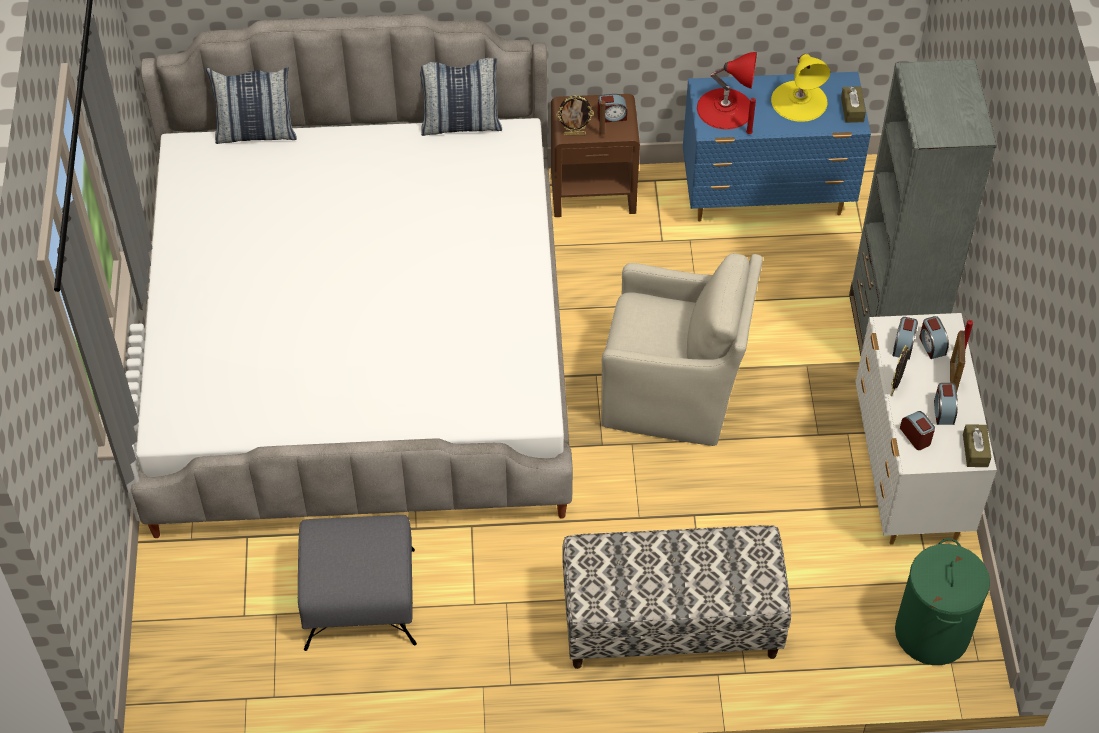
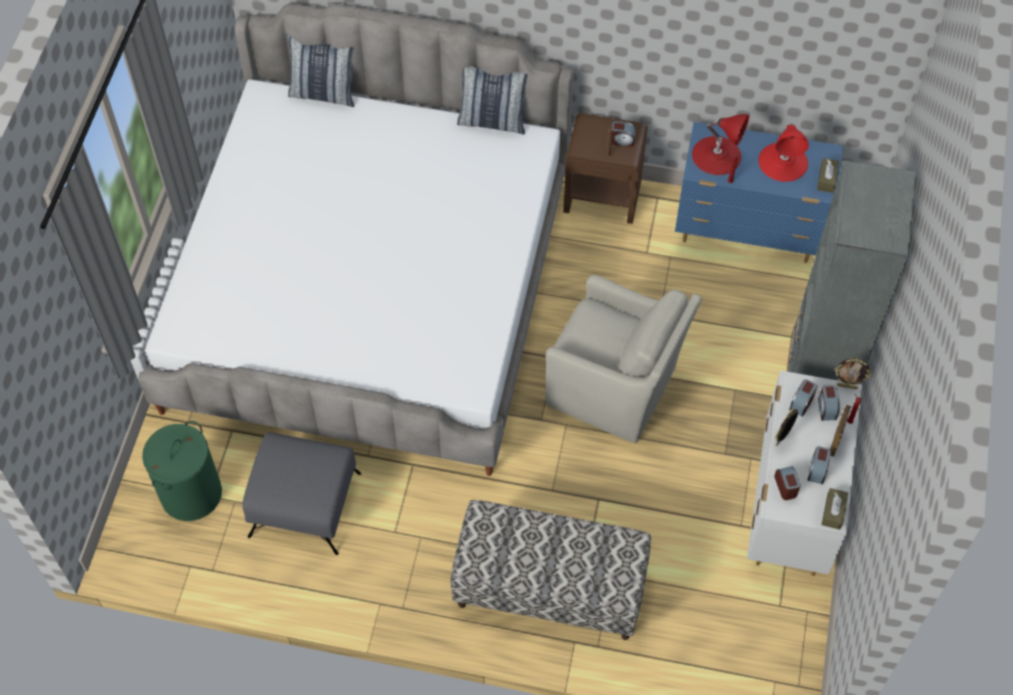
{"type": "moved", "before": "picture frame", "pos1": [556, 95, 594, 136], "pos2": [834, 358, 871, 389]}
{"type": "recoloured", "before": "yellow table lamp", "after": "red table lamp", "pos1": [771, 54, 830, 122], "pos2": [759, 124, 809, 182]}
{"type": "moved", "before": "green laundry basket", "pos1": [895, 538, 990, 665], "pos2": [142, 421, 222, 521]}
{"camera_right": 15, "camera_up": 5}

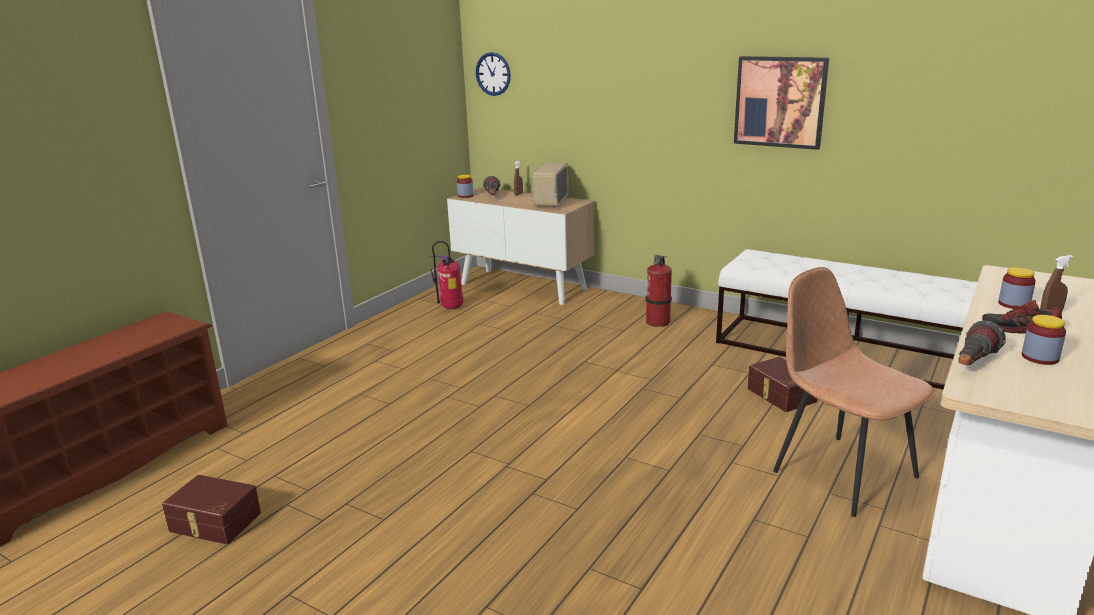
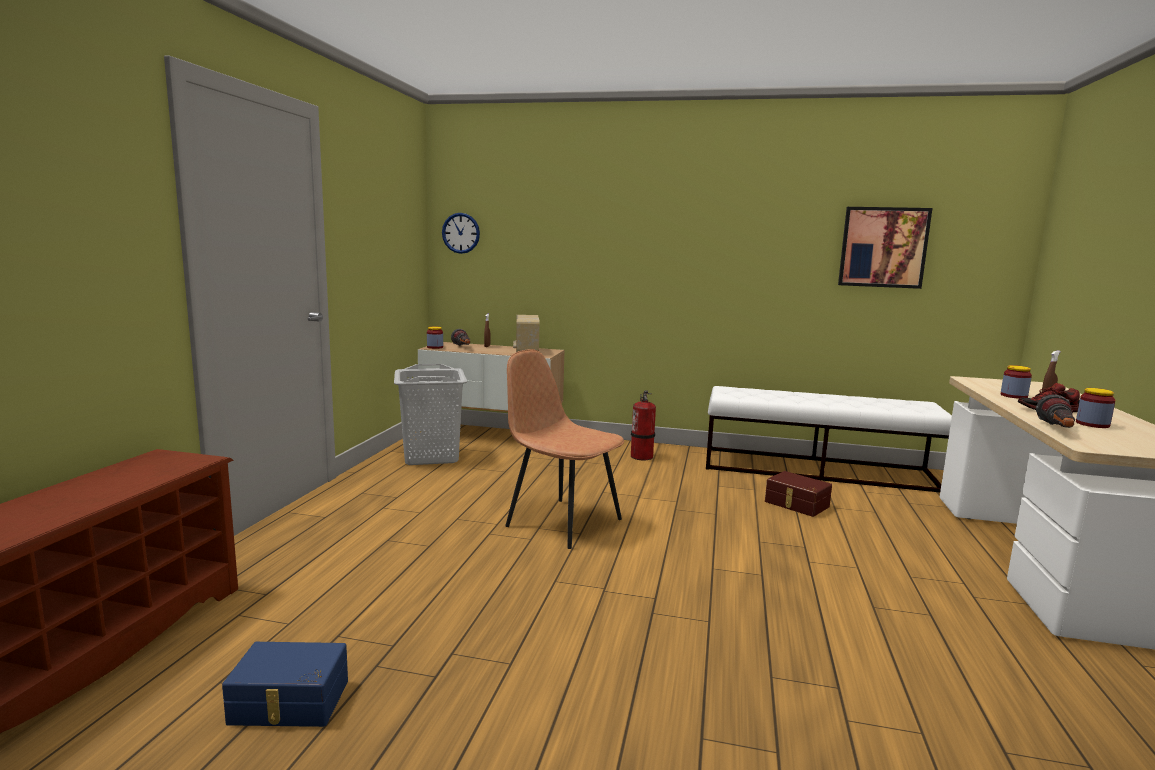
{"type": "recoloured", "before": "brown storage box", "after": "blue storage box", "pos1": [162, 475, 261, 544], "pos2": [222, 642, 348, 727]}
{"type": "replaced", "before": "fire extinguisher", "after": "grey laundry basket", "pos1": [430, 241, 463, 309], "pos2": [394, 364, 467, 465]}
{"type": "moved", "before": "picture", "pos1": [734, 56, 829, 150], "pos2": [838, 207, 932, 289]}
{"type": "moved", "before": "brown chair", "pos1": [773, 267, 934, 517], "pos2": [505, 349, 624, 549]}
{"camera_right": -20, "camera_up": -10}

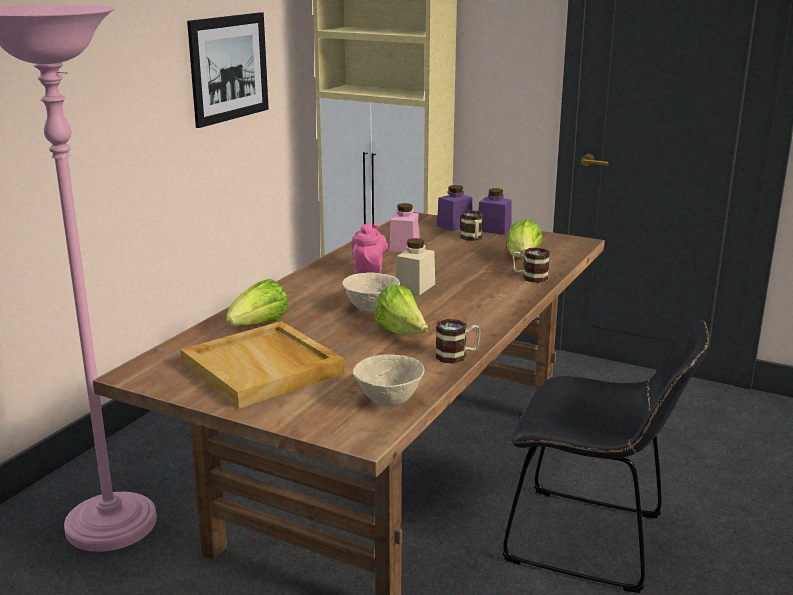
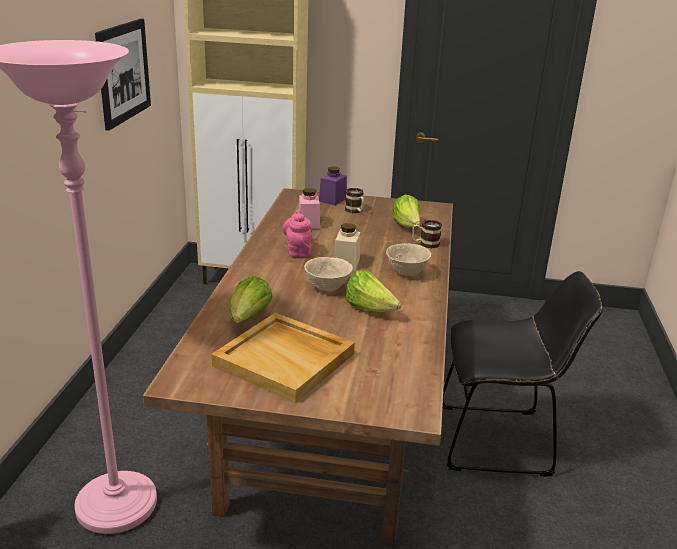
{"type": "moved", "before": "beige bowl", "pos1": [353, 354, 425, 406], "pos2": [386, 243, 431, 276]}
{"type": "removed", "before": "mug", "pos1": [436, 319, 480, 364]}
{"type": "removed", "before": "purple jar", "pos1": [478, 188, 512, 235]}
{"camera_right": -20, "camera_up": 5}

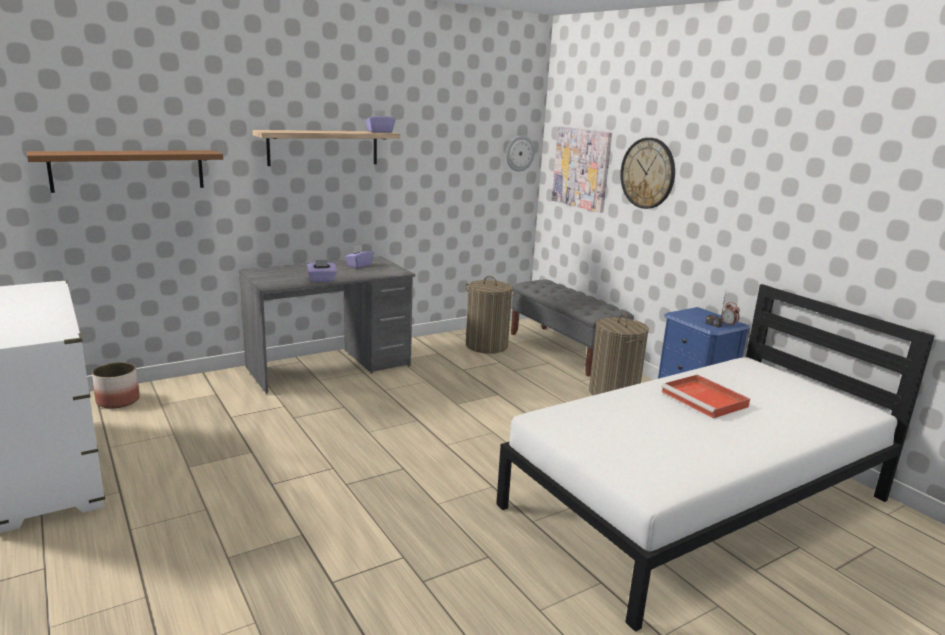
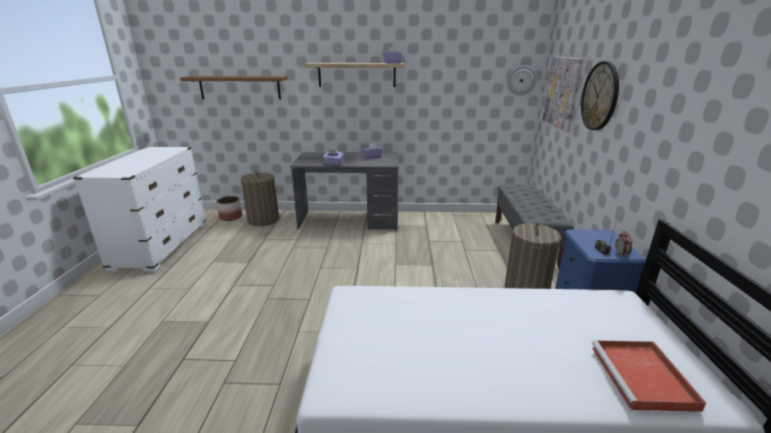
{"type": "moved", "before": "laundry basket", "pos1": [465, 276, 517, 354], "pos2": [241, 170, 279, 226]}
{"type": "moved", "before": "red tray", "pos1": [661, 375, 750, 418], "pos2": [592, 340, 706, 412]}
{"camera_right": 35, "camera_up": 5}

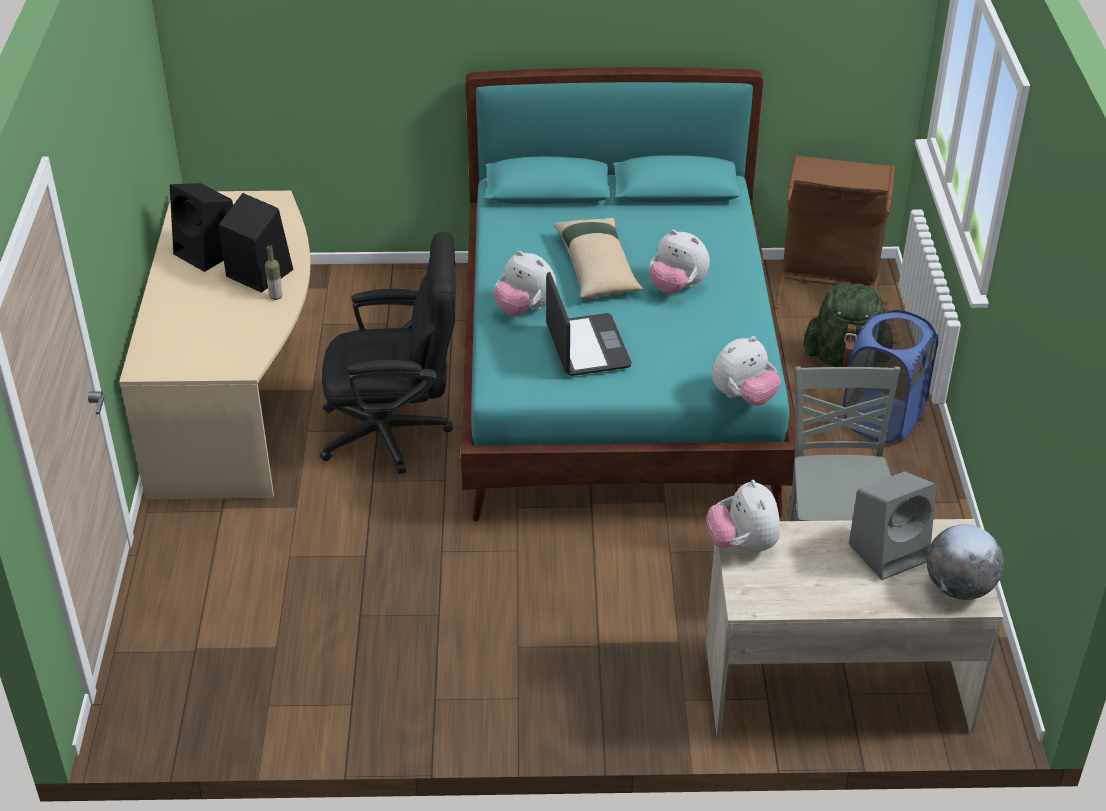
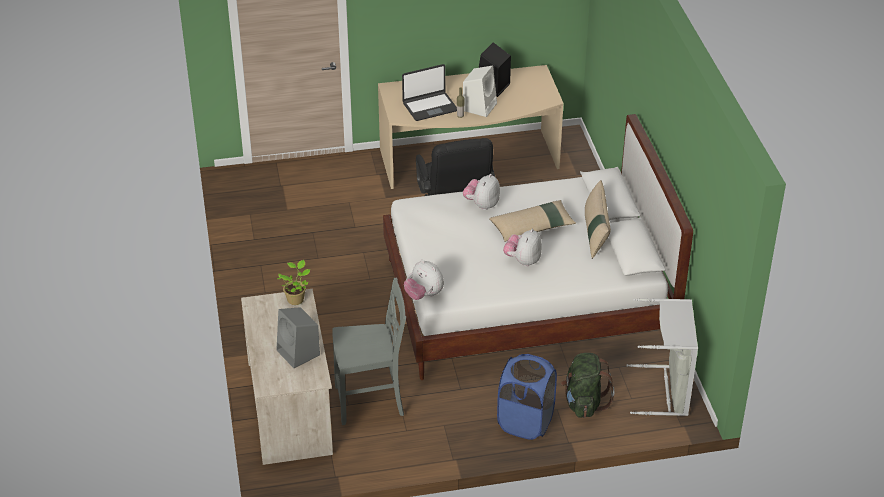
{"type": "recoloured", "before": "black speaker", "after": "white speaker", "pos1": [218, 193, 293, 293], "pos2": [463, 65, 497, 117]}
{"type": "recoloured", "before": "turquoise bed", "after": "white bed", "pos1": [461, 67, 795, 521], "pos2": [383, 114, 693, 380]}
{"type": "moved", "before": "laptop", "pos1": [546, 272, 632, 376], "pos2": [402, 64, 457, 121]}
{"type": "replaced", "before": "plush toy", "after": "potted plant", "pos1": [706, 480, 780, 553], "pos2": [277, 260, 310, 305]}
{"type": "recoloured", "before": "brown laundry basket", "after": "grey laundry basket", "pos1": [775, 155, 895, 309], "pos2": [626, 298, 698, 416]}
{"type": "removed", "before": "globe", "pos1": [927, 525, 1004, 600]}
{"type": "added", "after": "beige pillow", "pos2": [585, 180, 611, 259]}
{"camera_right": 80, "camera_up": 0}

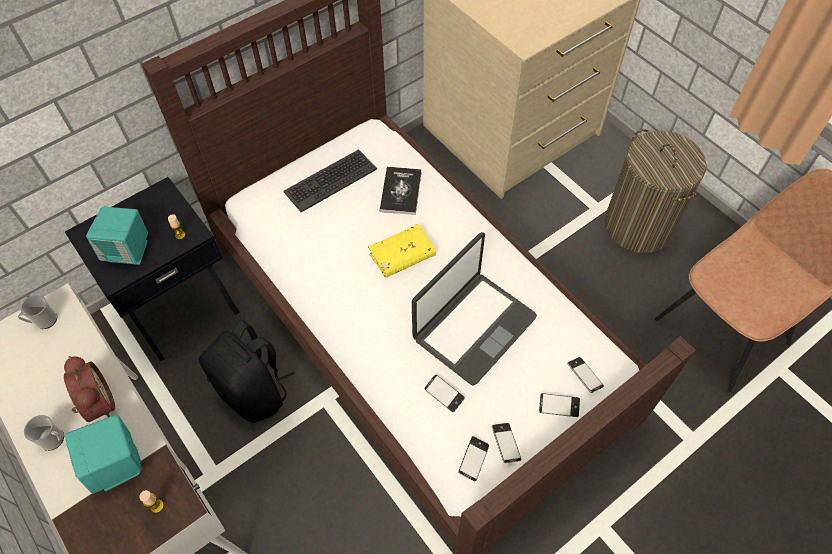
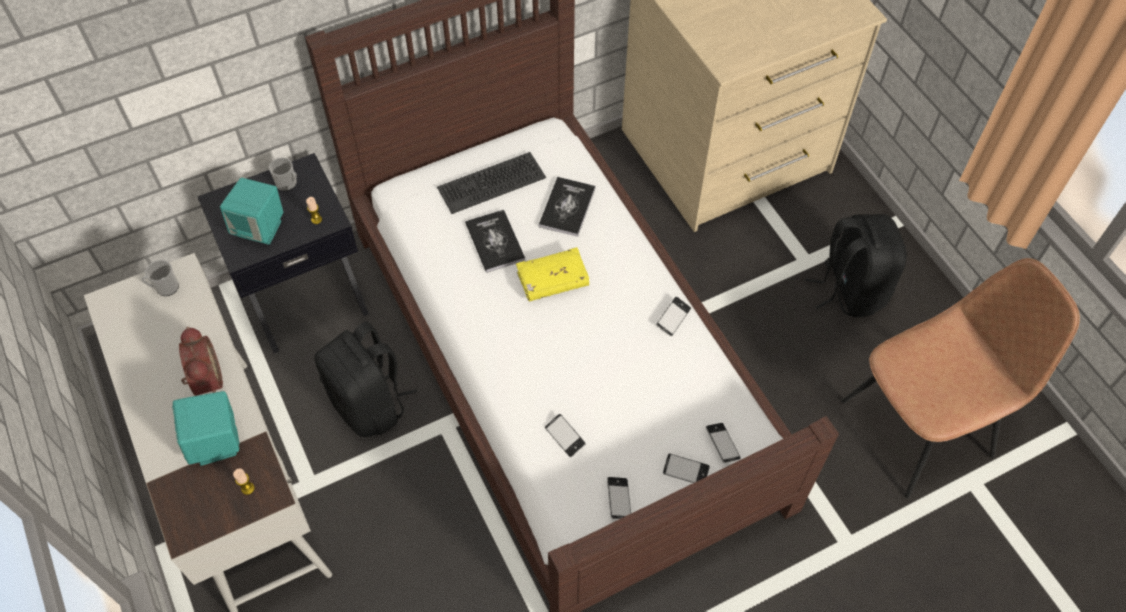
{"type": "moved", "before": "mug", "pos1": [24, 415, 64, 451], "pos2": [269, 158, 297, 191]}
{"type": "removed", "before": "laptop", "pos1": [412, 232, 537, 386]}
{"type": "moved", "before": "phone", "pos1": [458, 436, 489, 481], "pos2": [656, 297, 691, 336]}
{"type": "replaced", "before": "laundry basket", "after": "black backpack", "pos1": [605, 129, 707, 253], "pos2": [806, 214, 907, 318]}
{"type": "added", "after": "book", "pos2": [465, 210, 525, 273]}
{"camera_right": 10, "camera_up": 0}

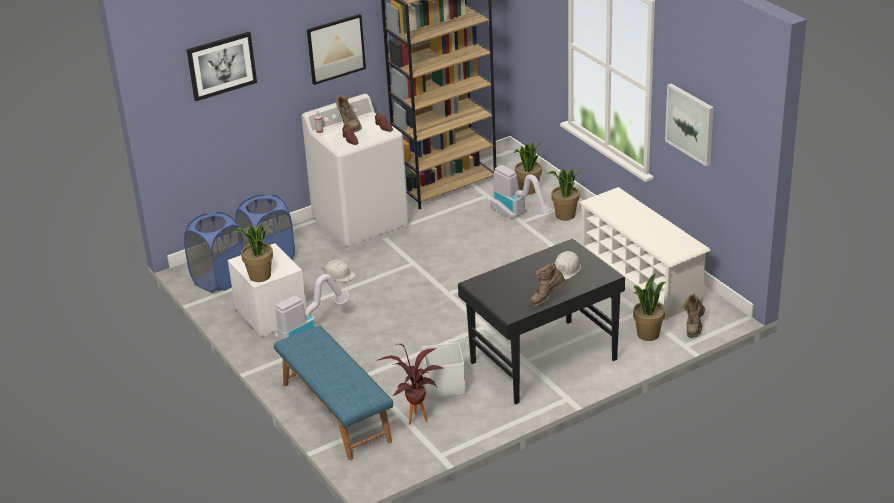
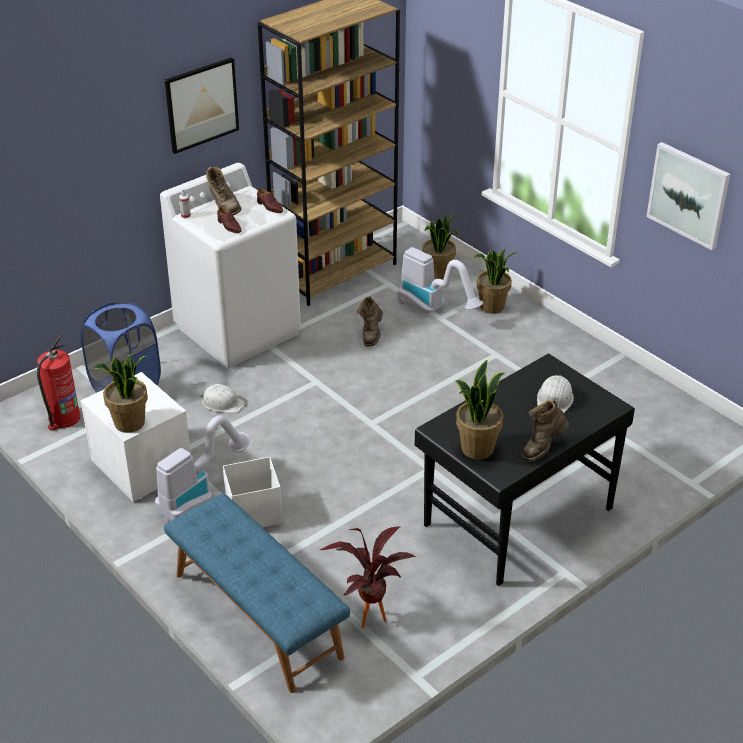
{"type": "replaced", "before": "blue laundry basket", "after": "fire extinguisher", "pos1": [184, 212, 244, 292], "pos2": [37, 335, 81, 431]}
{"type": "removed", "before": "picture", "pos1": [187, 32, 257, 101]}
{"type": "moved", "before": "white storage box", "pos1": [422, 342, 466, 399], "pos2": [223, 457, 282, 528]}
{"type": "removed", "before": "white shoe rack", "pos1": [579, 187, 711, 321]}
{"type": "moved", "before": "potted plant", "pos1": [633, 273, 666, 341], "pos2": [455, 360, 504, 459]}
{"type": "moved", "before": "brown boot", "pos1": [682, 294, 705, 338], "pos2": [357, 296, 383, 347]}
{"camera_right": -10, "camera_up": 5}

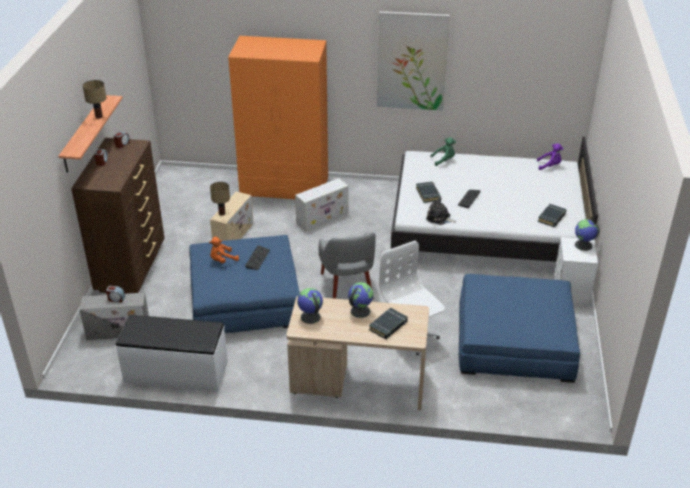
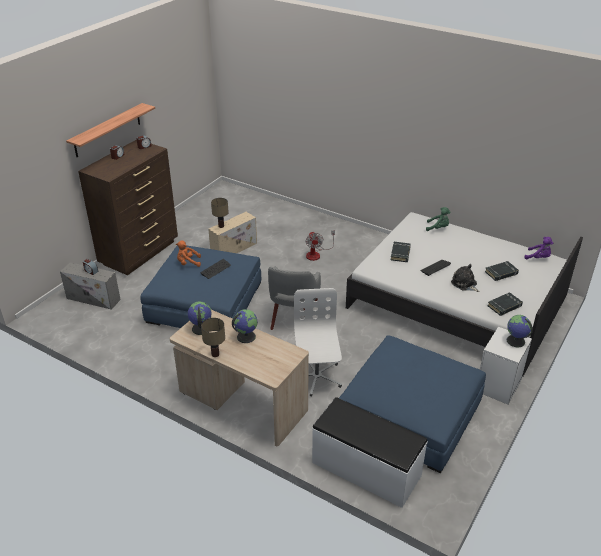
{"type": "moved", "before": "table lamp", "pos1": [83, 80, 106, 119], "pos2": [201, 318, 225, 357]}
{"type": "moved", "before": "white bench", "pos1": [116, 315, 228, 392], "pos2": [312, 397, 428, 508]}
{"type": "removed", "before": "orange wardrobe", "pos1": [228, 36, 328, 199]}
{"type": "replaced", "before": "white storage box", "after": "fan", "pos1": [295, 178, 349, 232], "pos2": [306, 230, 335, 261]}
{"type": "moved", "before": "black book", "pos1": [369, 308, 408, 339], "pos2": [485, 261, 519, 281]}
{"type": "removed", "before": "picture", "pos1": [377, 11, 450, 111]}
{"type": "moved", "before": "plush toy", "pos1": [426, 197, 457, 225], "pos2": [451, 264, 480, 292]}
{"camera_right": 25, "camera_up": 0}

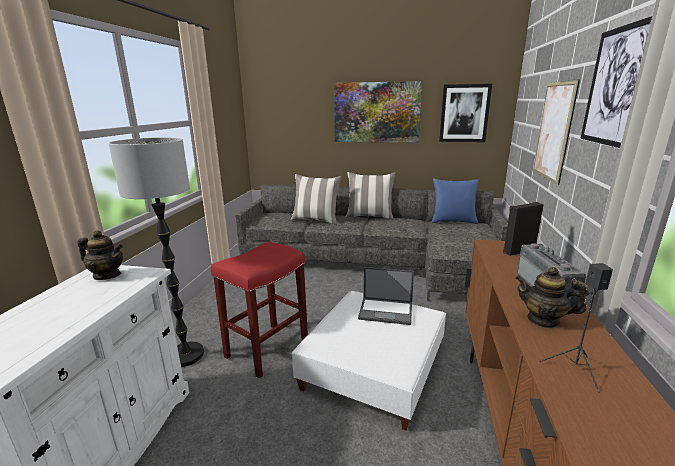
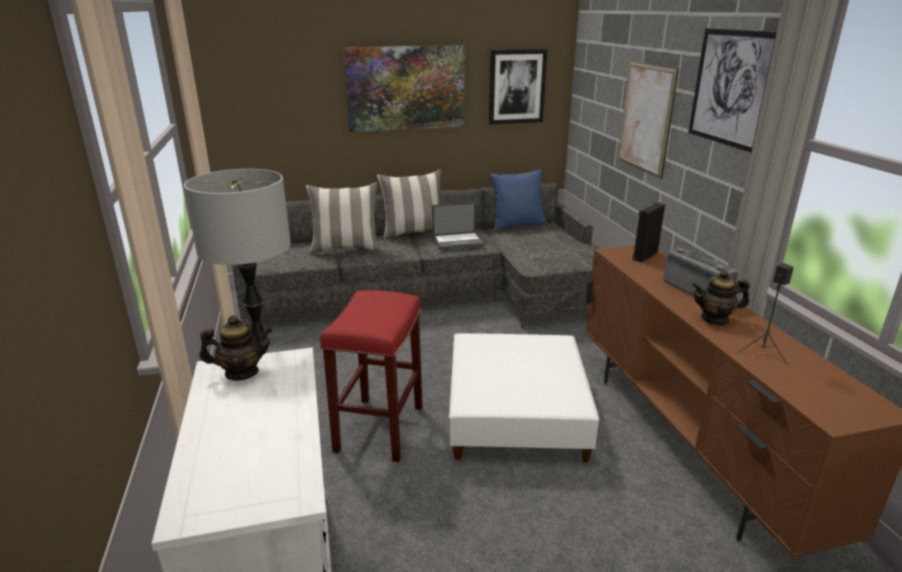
{"type": "moved", "before": "laptop", "pos1": [358, 267, 414, 325], "pos2": [432, 202, 485, 249]}
{"camera_right": -25, "camera_up": 5}

